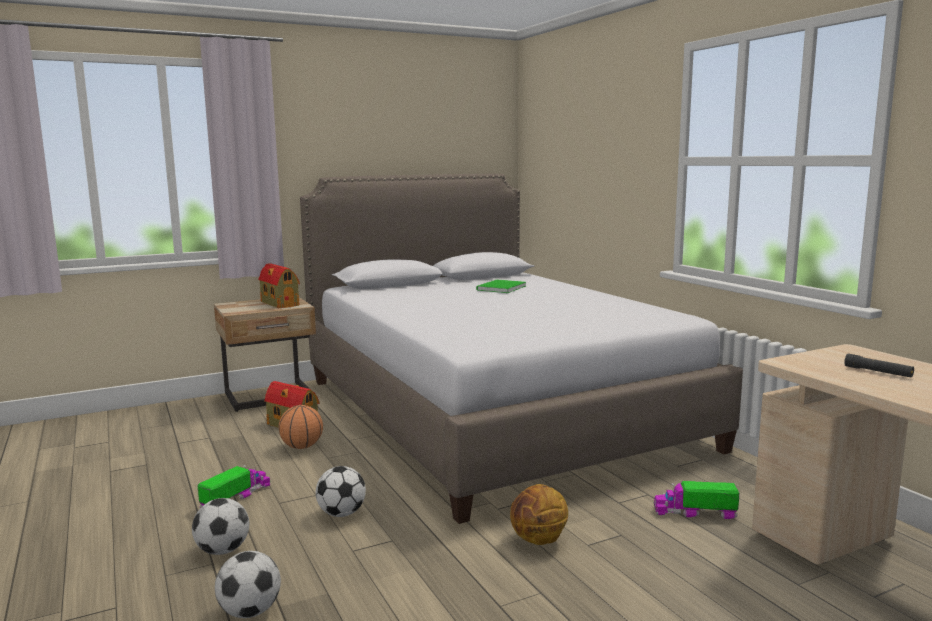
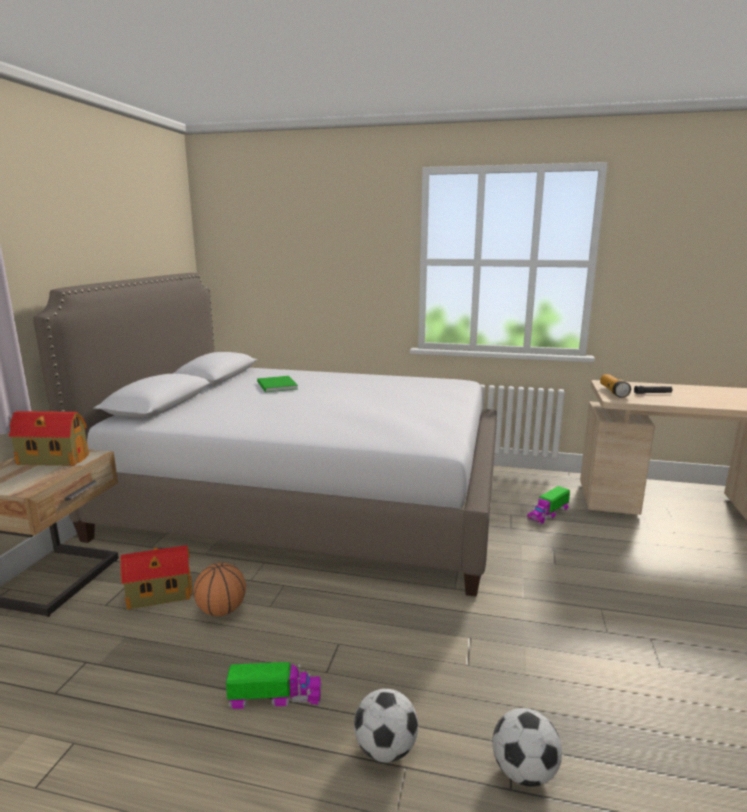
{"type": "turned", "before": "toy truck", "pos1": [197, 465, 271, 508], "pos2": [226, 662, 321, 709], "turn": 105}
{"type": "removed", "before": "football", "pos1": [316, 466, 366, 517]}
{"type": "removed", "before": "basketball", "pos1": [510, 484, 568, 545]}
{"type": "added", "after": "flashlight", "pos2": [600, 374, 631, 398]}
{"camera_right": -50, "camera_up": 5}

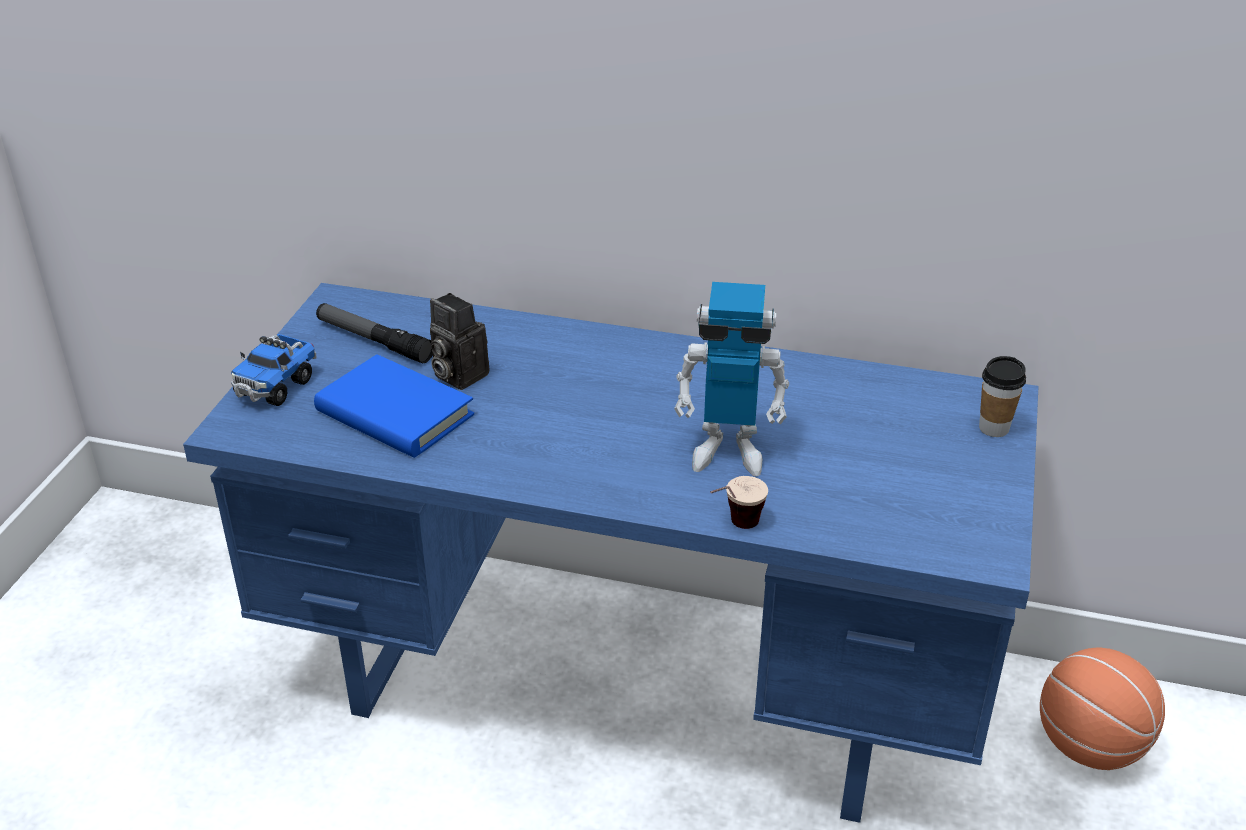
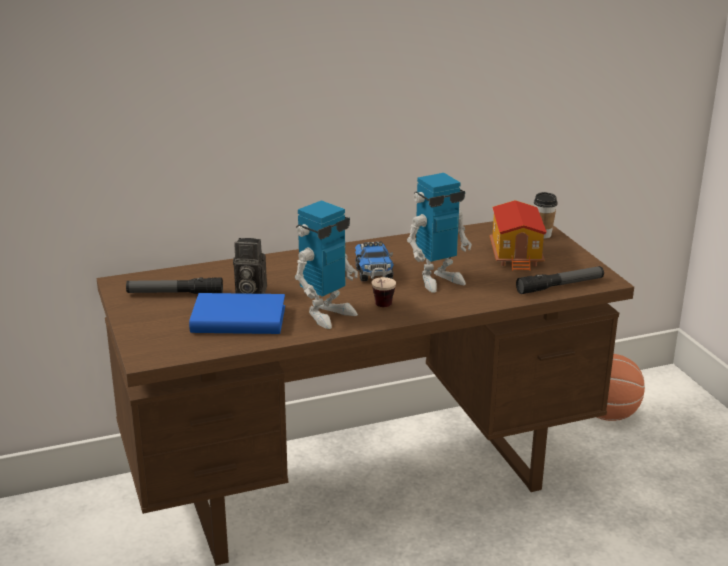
{"type": "recoloured", "before": "blue desk", "after": "brown desk", "pos1": [183, 283, 1039, 823], "pos2": [97, 221, 634, 566]}
{"type": "moved", "before": "toy truck", "pos1": [231, 334, 316, 406], "pos2": [355, 241, 394, 281]}
{"type": "moved", "before": "cup", "pos1": [710, 476, 768, 529], "pos2": [372, 277, 396, 307]}
{"type": "added", "after": "toy robot", "pos2": [295, 200, 358, 329]}
{"type": "added", "after": "toy house", "pos2": [490, 200, 547, 271]}
{"type": "added", "after": "flashlight", "pos2": [516, 266, 604, 294]}
{"camera_right": -35, "camera_up": -10}

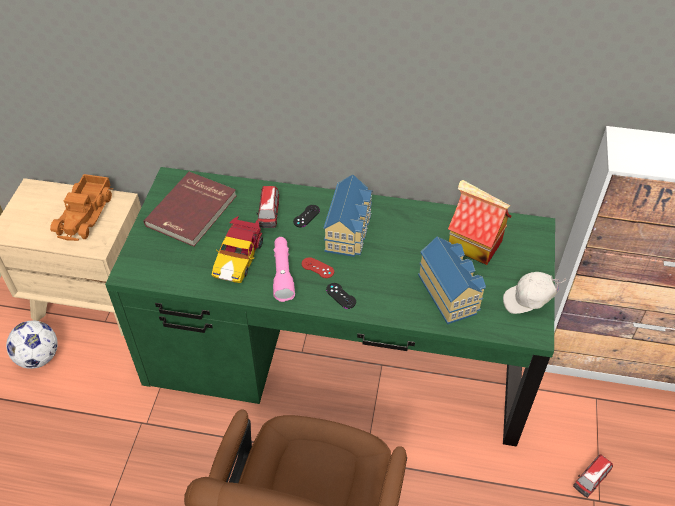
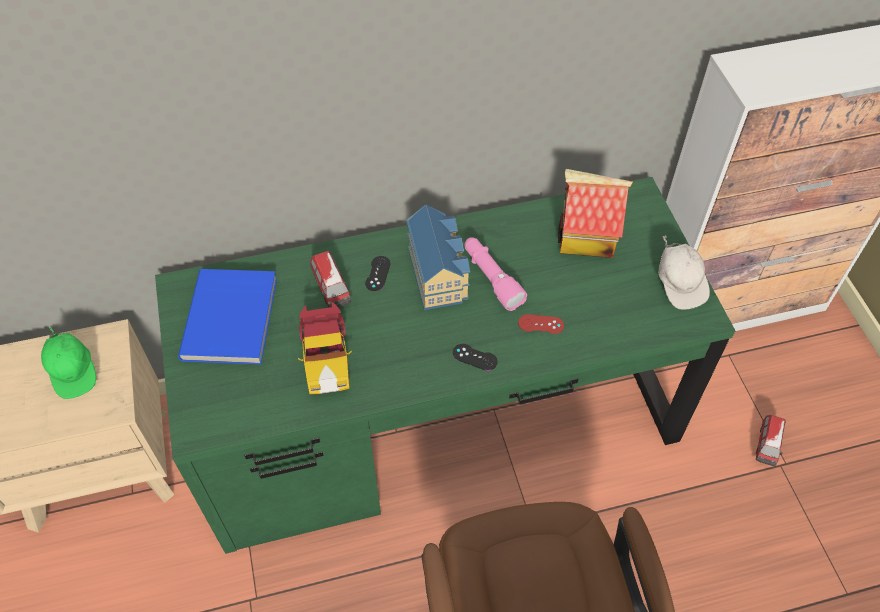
{"type": "removed", "before": "football", "pos1": [6, 320, 58, 369]}
{"type": "replaced", "before": "toy truck", "after": "green cap", "pos1": [50, 174, 113, 241], "pos2": [41, 326, 96, 399]}
{"type": "recoloured", "before": "red book", "after": "blue book", "pos1": [144, 172, 237, 247], "pos2": [178, 269, 277, 364]}
{"type": "moved", "before": "pink flashlight", "pos1": [273, 237, 295, 302], "pos2": [465, 237, 527, 311]}
{"type": "moved", "before": "red game controller", "pos1": [302, 257, 334, 278], "pos2": [518, 314, 564, 334]}
{"type": "removed", "before": "toy house", "pos1": [418, 237, 486, 324]}
{"type": "turned", "before": "white cap", "pos1": [503, 272, 566, 314], "pos2": [659, 235, 710, 310], "turn": -75}
{"camera_right": -25, "camera_up": 5}

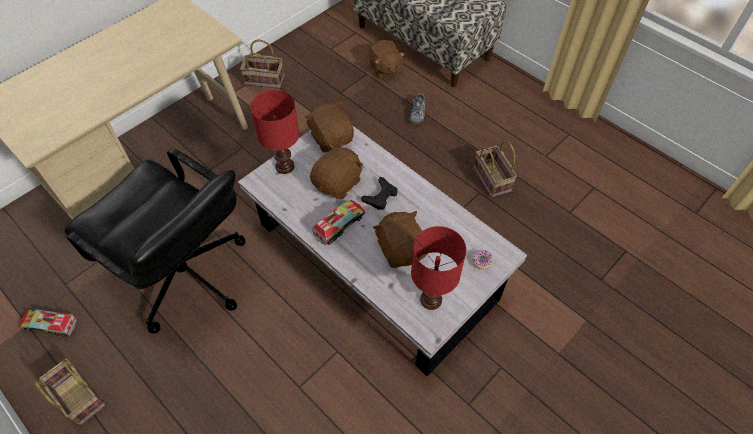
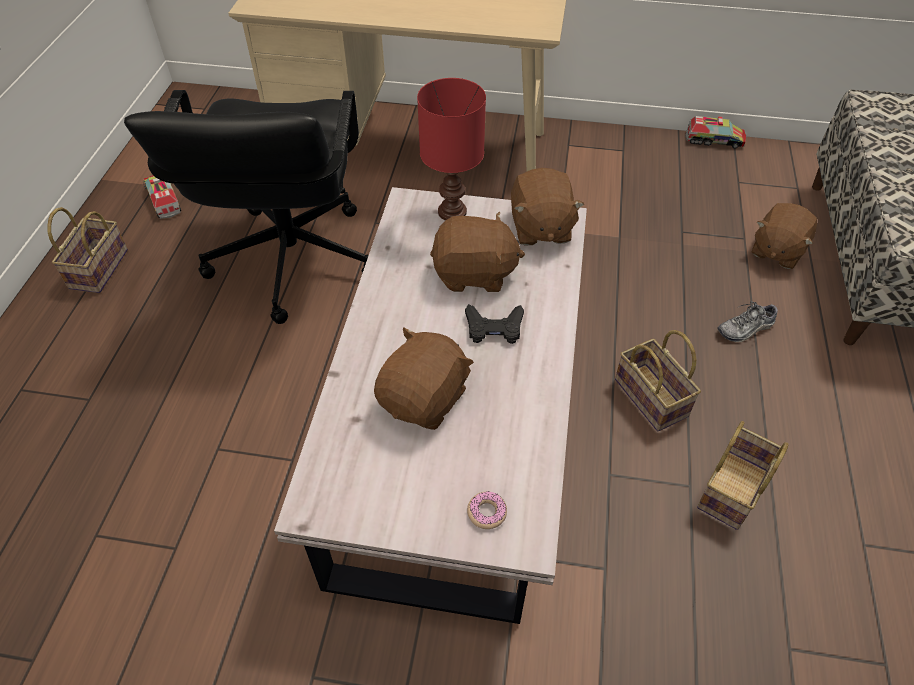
{"type": "moved", "before": "basket", "pos1": [240, 39, 284, 89], "pos2": [615, 330, 701, 431]}
{"type": "turned", "before": "brown plush toy", "pos1": [304, 101, 354, 152], "pos2": [511, 168, 585, 246], "turn": 150}
{"type": "moved", "before": "toy truck", "pos1": [312, 200, 365, 246], "pos2": [685, 116, 746, 148]}
{"type": "removed", "before": "red table lamp", "pos1": [411, 226, 466, 310]}
{"camera_right": 55, "camera_up": -5}

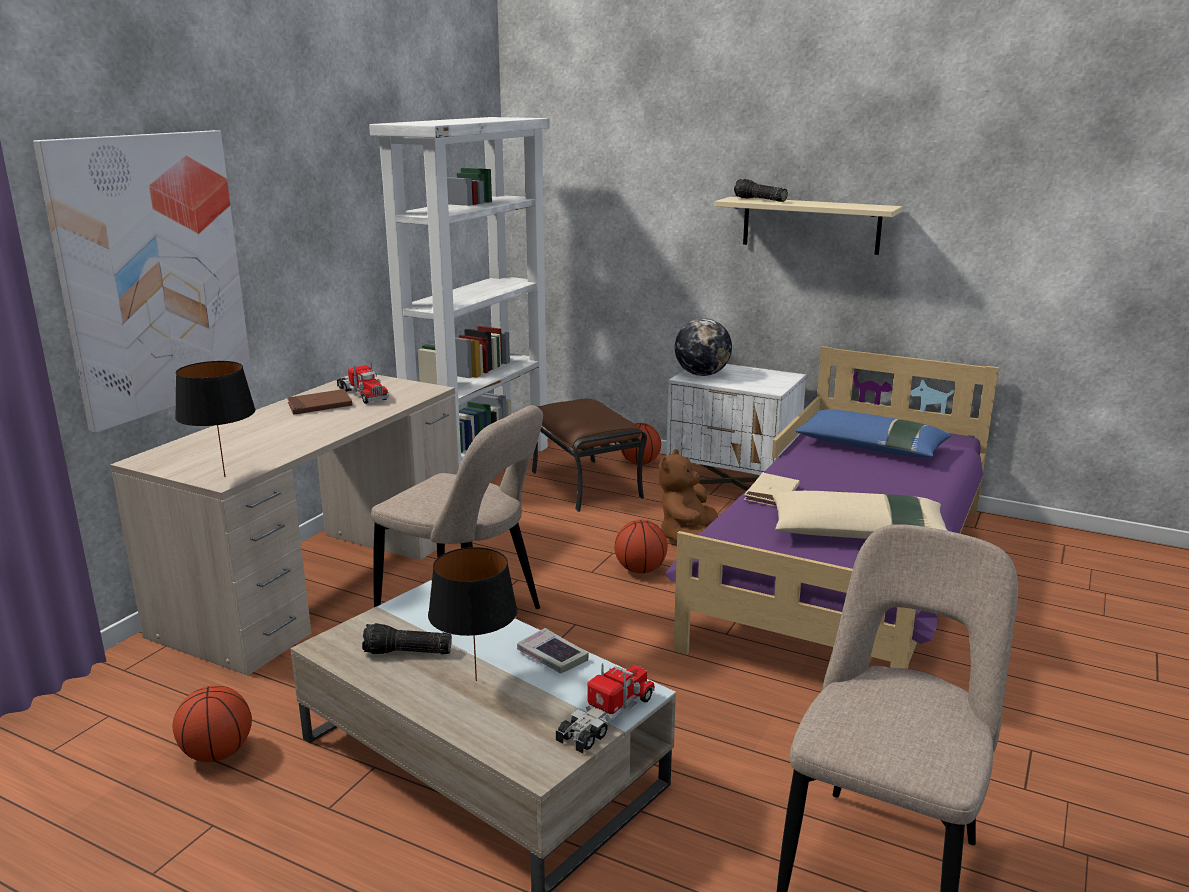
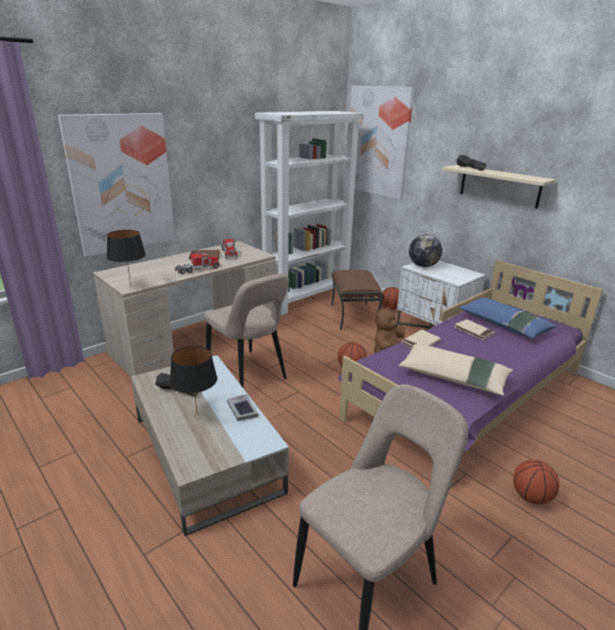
{"type": "moved", "before": "basketball", "pos1": [173, 685, 252, 762], "pos2": [513, 460, 559, 504]}
{"type": "moved", "before": "toy truck", "pos1": [555, 663, 655, 753], "pos2": [175, 250, 220, 274]}
{"type": "added", "after": "picture", "pos2": [350, 86, 414, 200]}
{"type": "added", "after": "beige book", "pos2": [454, 319, 495, 340]}
{"camera_right": 20, "camera_up": 5}

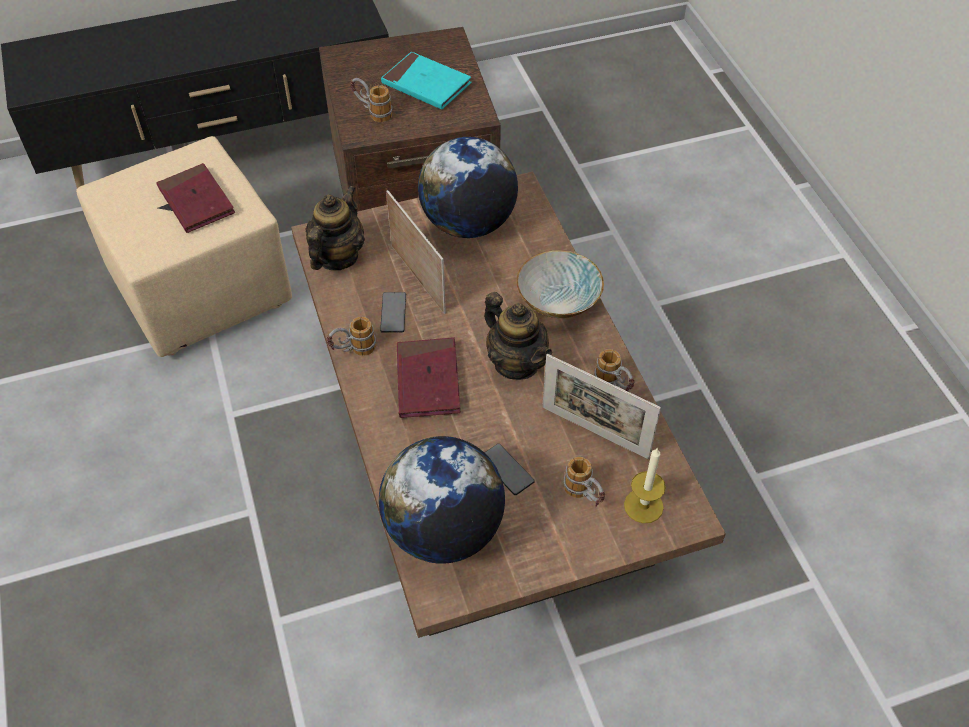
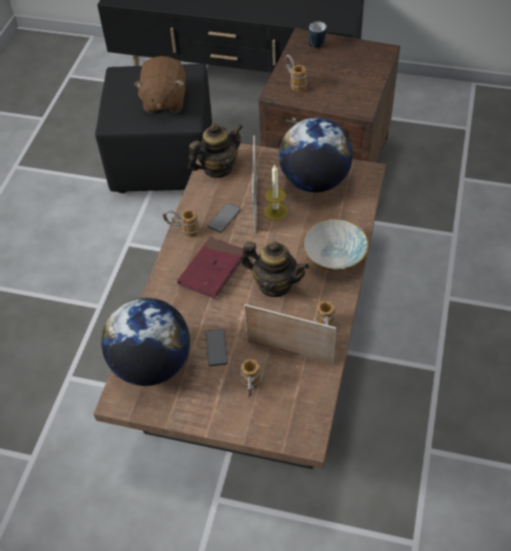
{"type": "recoloured", "before": "beige ottoman", "after": "black ottoman", "pos1": [76, 136, 292, 357], "pos2": [95, 64, 212, 193]}
{"type": "replaced", "before": "red book", "after": "brown plush toy", "pos1": [156, 163, 235, 233], "pos2": [133, 56, 186, 113]}
{"type": "removed", "before": "turquoise book", "pos1": [381, 52, 472, 109]}
{"type": "turned", "before": "teapot", "pos1": [484, 292, 552, 380], "pos2": [240, 241, 309, 297], "turn": -60}
{"type": "turned", "before": "picture frame", "pos1": [542, 354, 661, 459], "pos2": [244, 304, 336, 365], "turn": 135}
{"type": "moved", "before": "candle", "pos1": [624, 447, 666, 523], "pos2": [264, 165, 288, 221]}
{"type": "added", "after": "mug", "pos2": [308, 21, 326, 48]}
{"camera_right": 35, "camera_up": 0}

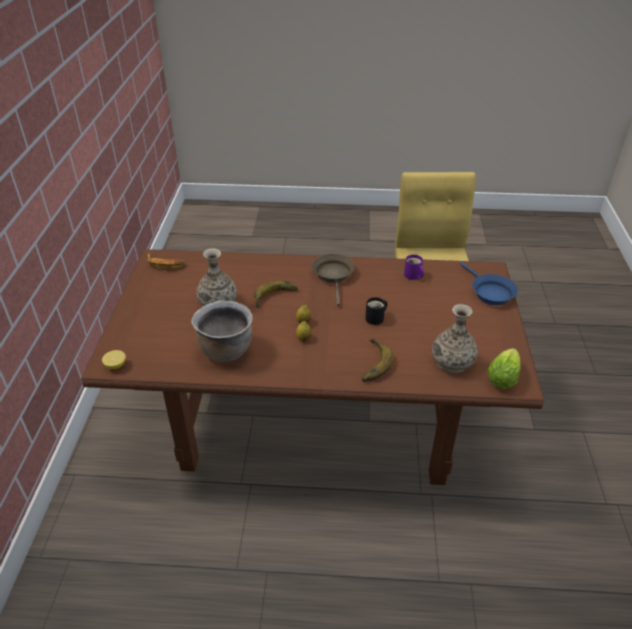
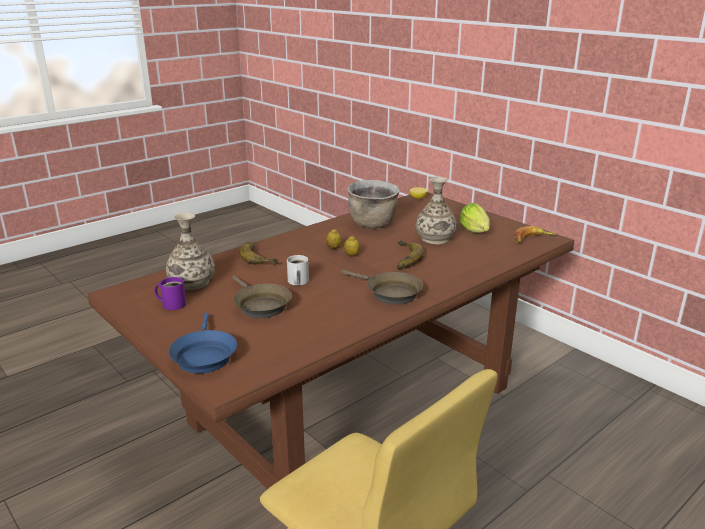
{"type": "recoloured", "before": "black mug", "after": "white mug", "pos1": [365, 297, 387, 325], "pos2": [287, 255, 309, 286]}
{"type": "moved", "before": "purple mug", "pos1": [404, 255, 424, 280], "pos2": [154, 277, 186, 310]}
{"type": "turned", "before": "blue frying pan", "pos1": [460, 262, 518, 305], "pos2": [169, 313, 237, 374], "turn": -120}
{"type": "moved", "before": "lettuce", "pos1": [487, 348, 521, 389], "pos2": [460, 203, 490, 233]}
{"type": "added", "after": "brown frying pan", "pos2": [232, 276, 292, 318]}
{"camera_right": 135, "camera_up": -15}

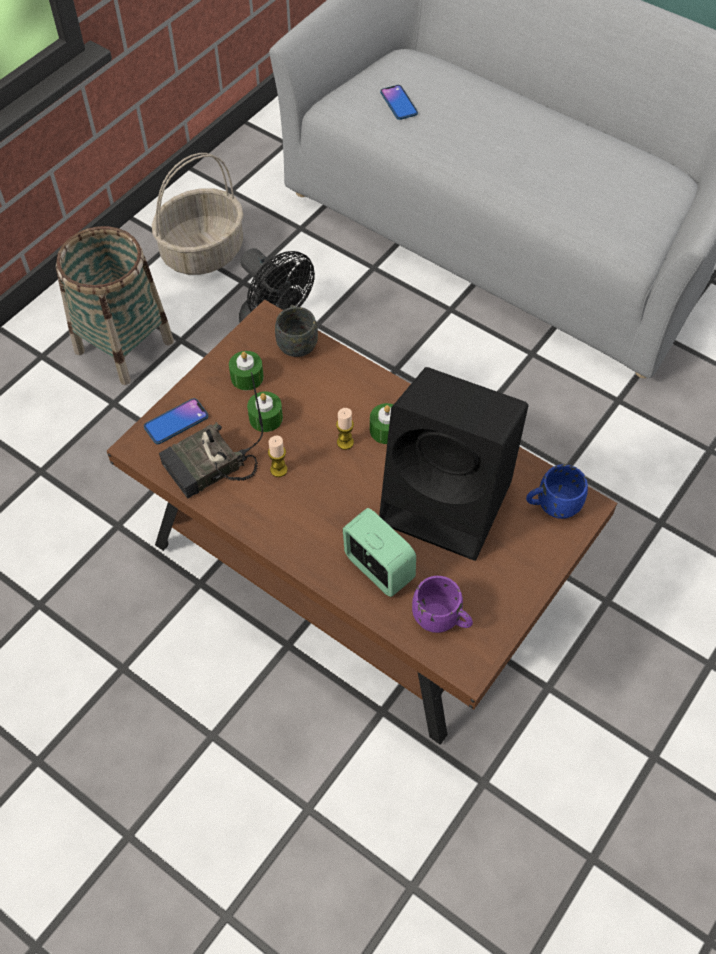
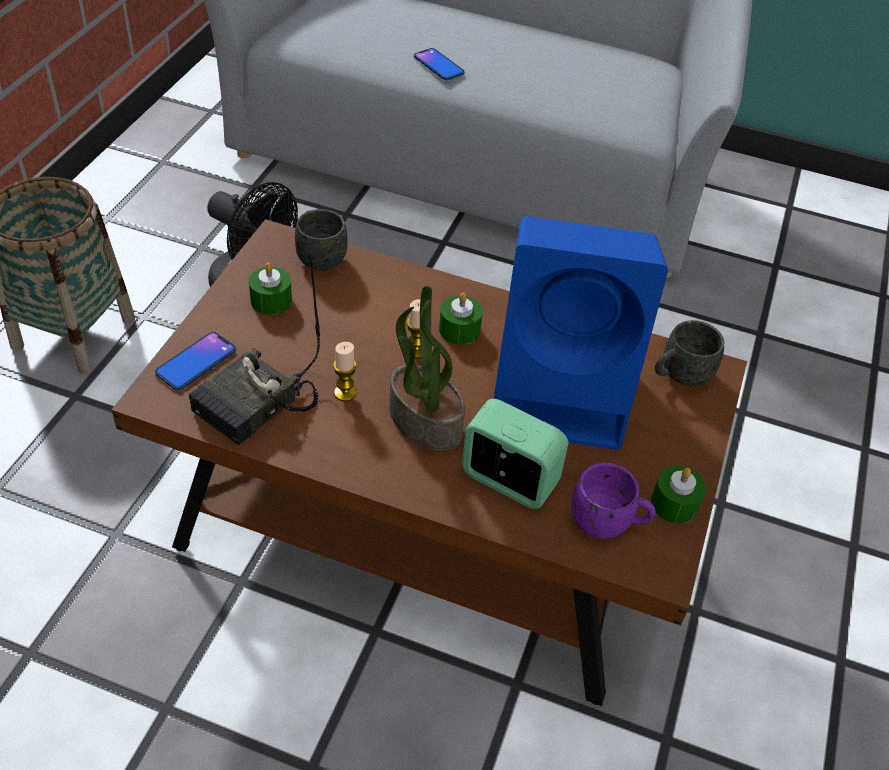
{"type": "removed", "before": "basket", "pos1": [152, 153, 243, 275]}
{"type": "moved", "before": "green candle", "pos1": [247, 392, 283, 432], "pos2": [651, 466, 706, 523]}
{"type": "recoloured", "before": "black speaker", "after": "blue speaker", "pos1": [379, 367, 528, 561], "pos2": [494, 216, 668, 450]}
{"type": "moved", "before": "phone", "pos1": [380, 85, 418, 120], "pos2": [414, 48, 465, 80]}
{"type": "recoloured", "before": "blue mug", "after": "grey mug", "pos1": [526, 464, 588, 519], "pos2": [655, 320, 724, 386]}
{"type": "added", "after": "potted plant", "pos2": [389, 286, 465, 451]}
{"camera_right": -20, "camera_up": -10}

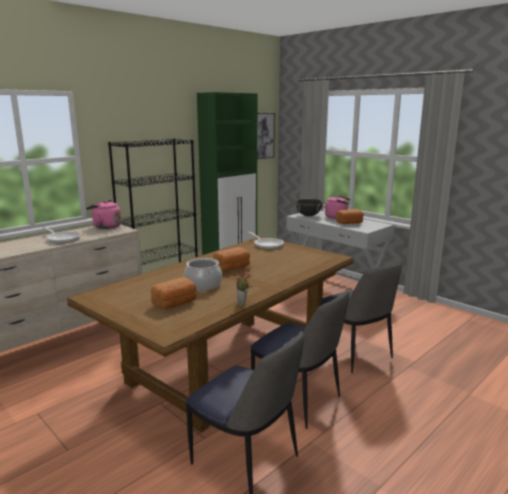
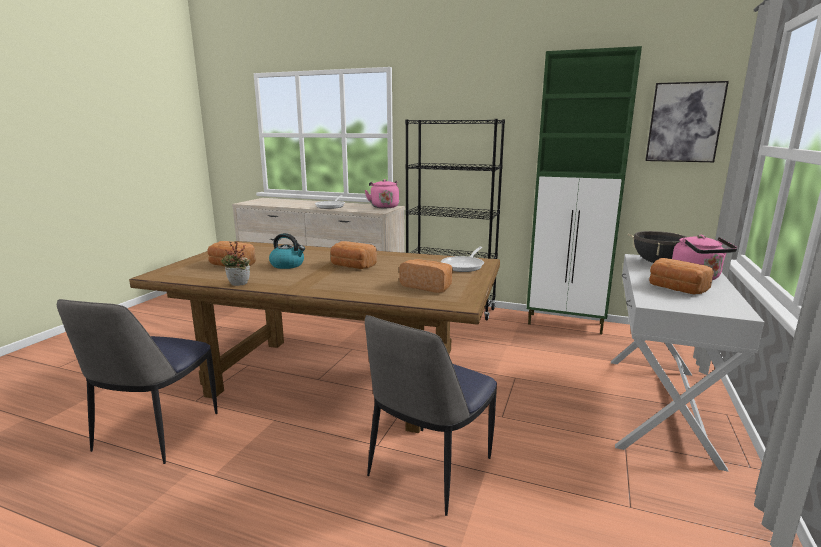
{"type": "replaced", "before": "cooking pot", "after": "kettle", "pos1": [184, 258, 222, 290], "pos2": [269, 233, 305, 269]}
{"type": "removed", "before": "chair", "pos1": [251, 289, 350, 429]}
{"type": "added", "after": "bread", "pos2": [399, 259, 453, 293]}
{"camera_right": 65, "camera_up": 0}

